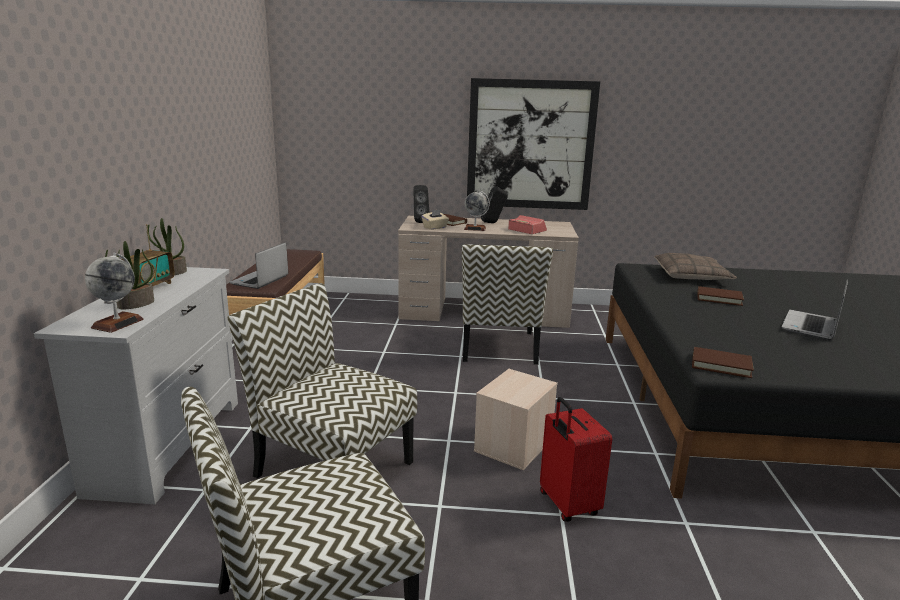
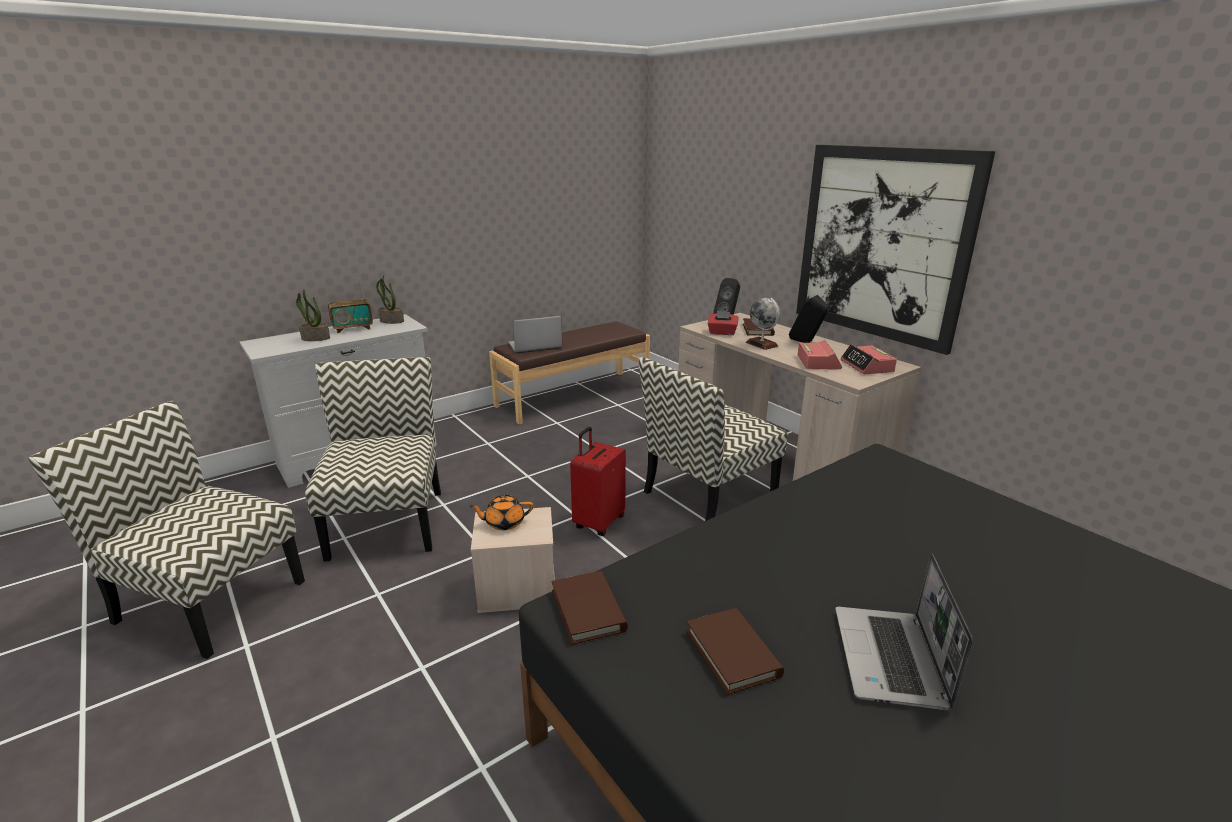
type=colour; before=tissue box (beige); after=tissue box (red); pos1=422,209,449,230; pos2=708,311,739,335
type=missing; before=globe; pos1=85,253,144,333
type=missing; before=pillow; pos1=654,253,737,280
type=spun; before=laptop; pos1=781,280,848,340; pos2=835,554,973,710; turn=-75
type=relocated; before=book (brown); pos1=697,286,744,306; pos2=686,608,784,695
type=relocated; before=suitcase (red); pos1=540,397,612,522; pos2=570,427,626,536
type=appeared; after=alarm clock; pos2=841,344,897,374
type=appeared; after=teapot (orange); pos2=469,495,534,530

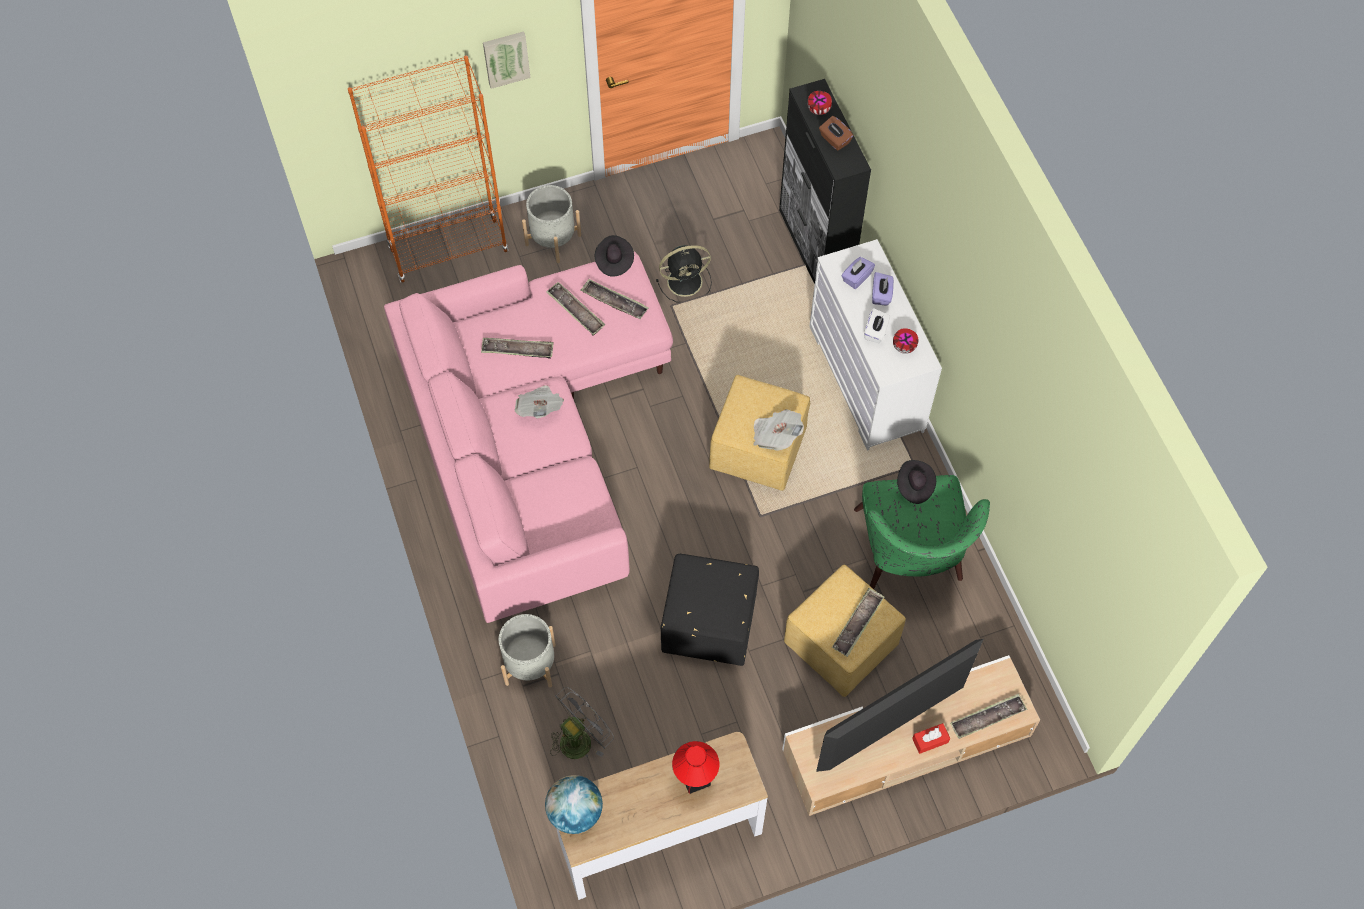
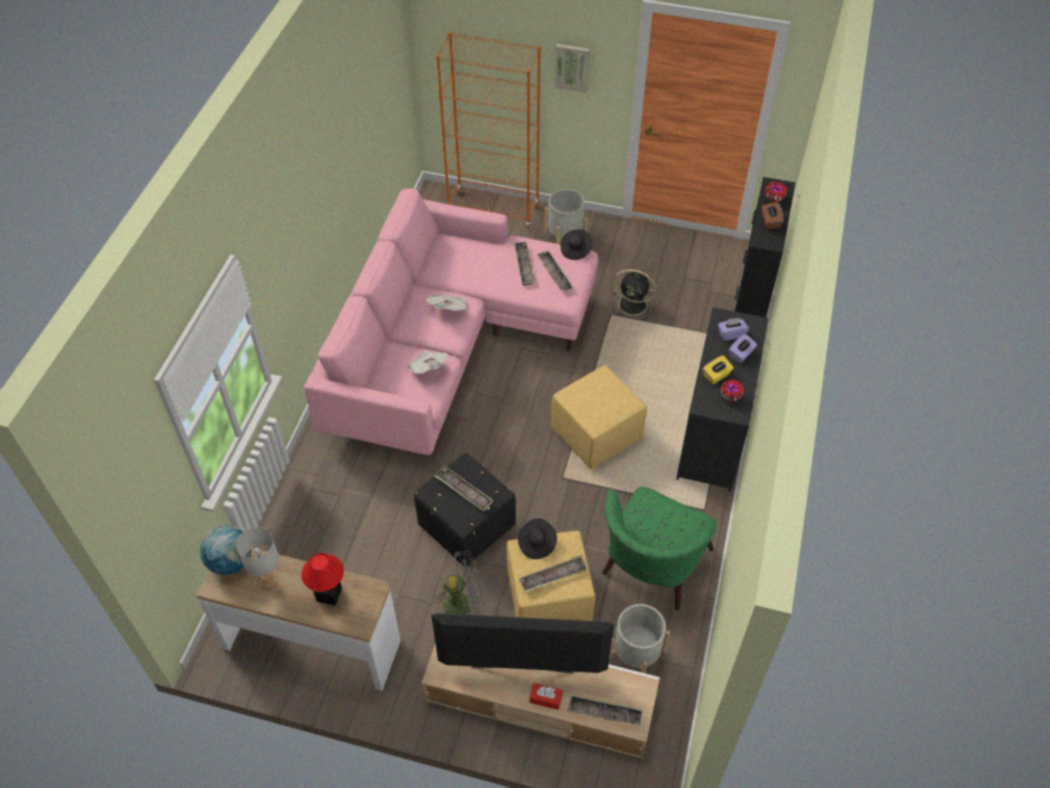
type=colour; before=dresser (white); after=dresser (black); pos1=810,239,942,451; pos2=676,307,769,492
type=colour; before=tissue box (white); after=tissue box (yellow); pos1=864,308,890,343; pos2=703,355,734,384
type=relocated; before=tray; pos1=481,338,554,359; pos2=435,466,494,512
type=relocated; before=newspaper; pos1=753,409,804,451; pos2=407,351,449,374
type=relocated; before=hat (black); pos1=897,460,936,504; pos2=518,518,557,559
type=relocated; before=planter (grey); pos1=499,614,556,687; pos2=609,604,670,673
type=relocated; before=fan (grey); pos1=550,687,614,759; pos2=434,551,482,615
type=appeared; after=table lamp (grey); pos2=236,527,279,588

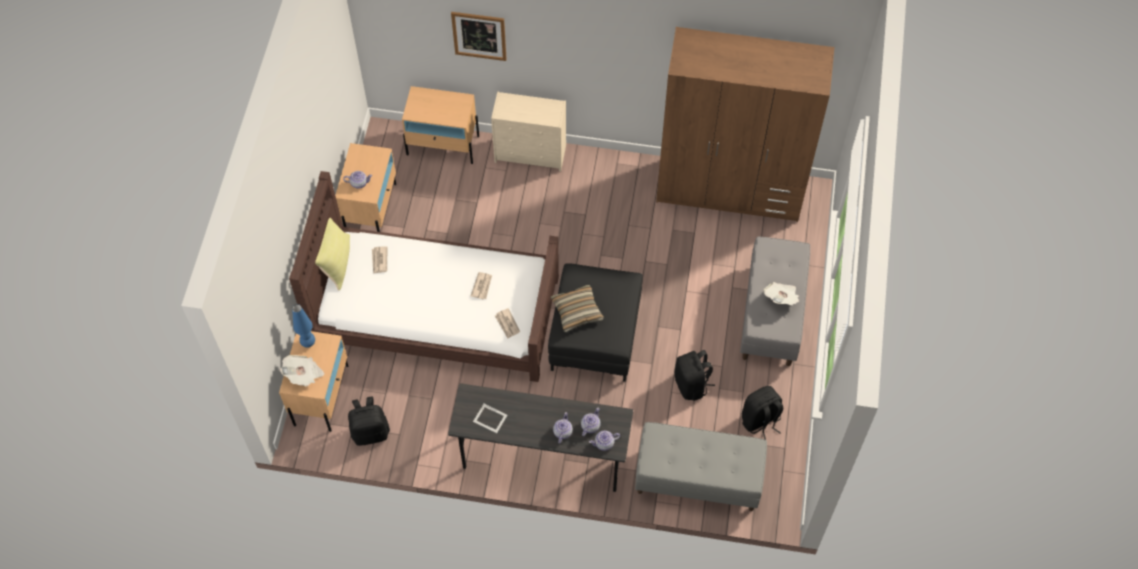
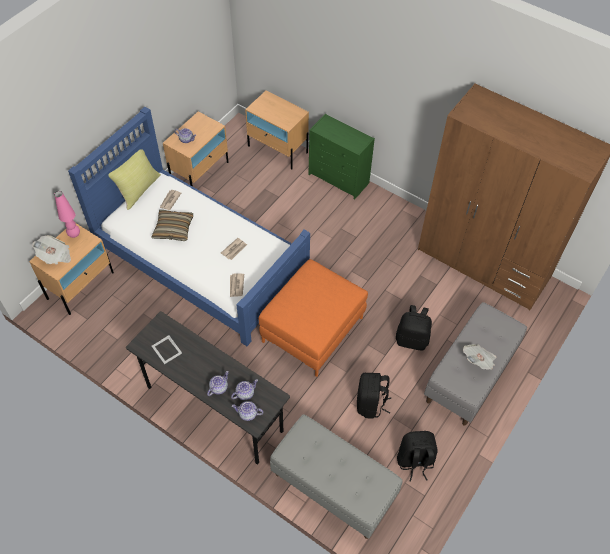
type=missing; before=picture; pos1=451,12,507,61
type=colour; before=dresser (beige); after=dresser (green); pos1=491,92,566,172; pos2=308,114,375,200
type=colour; before=bed (brown); after=bed (blue); pos1=289,171,559,382; pos2=68,107,310,346
type=colour; before=ottoman (black); after=ottoman (orange); pos1=548,263,643,382; pos2=259,259,368,377
type=relocated; before=pillow; pos1=551,285,604,332; pos2=151,210,193,241
type=colour; before=table lamp (blue); after=table lamp (pink); pos1=292,304,315,348; pos2=54,191,80,238
type=relocated; before=backpack (black); pos1=348,396,390,446; pos2=396,305,432,351

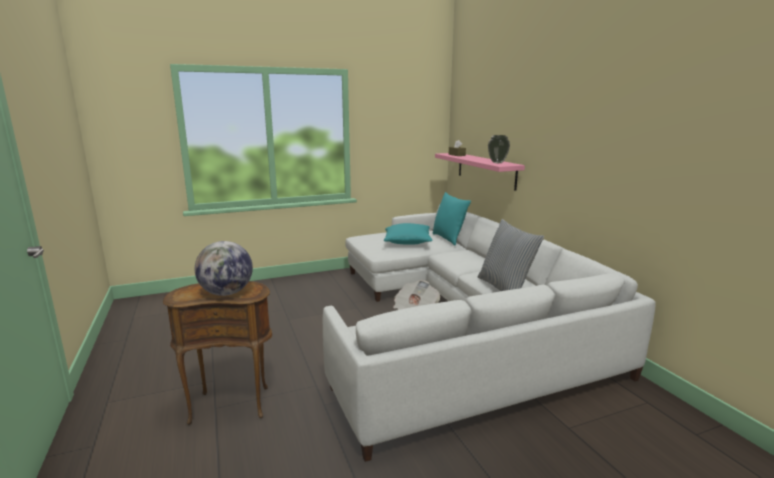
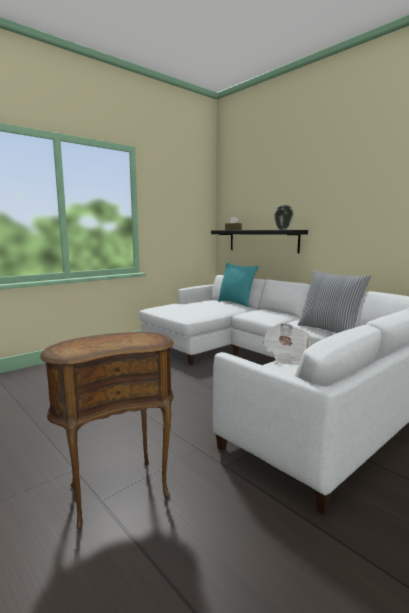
type=colour; before=shelf (pink); after=shelf (black); pos1=435,153,525,191; pos2=211,230,308,253
type=missing; before=pillow (turquoise); pos1=384,223,433,245
type=missing; before=globe; pos1=195,241,253,296

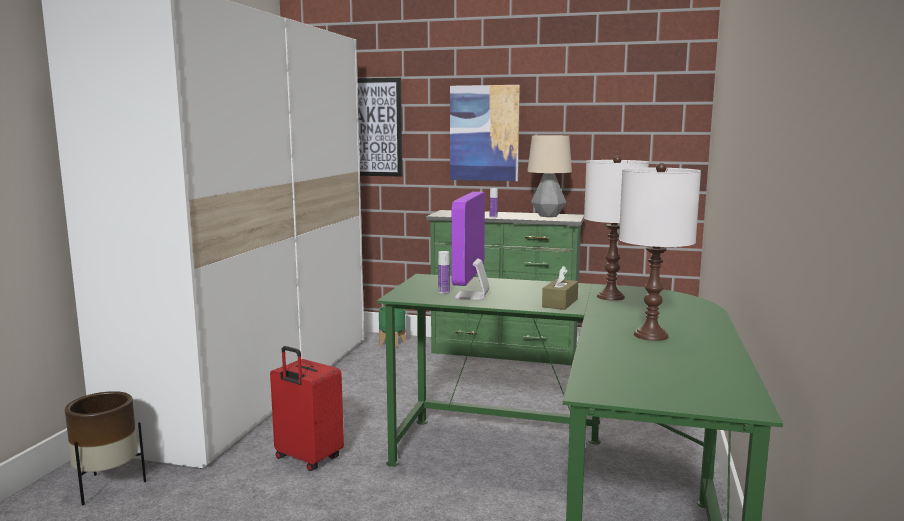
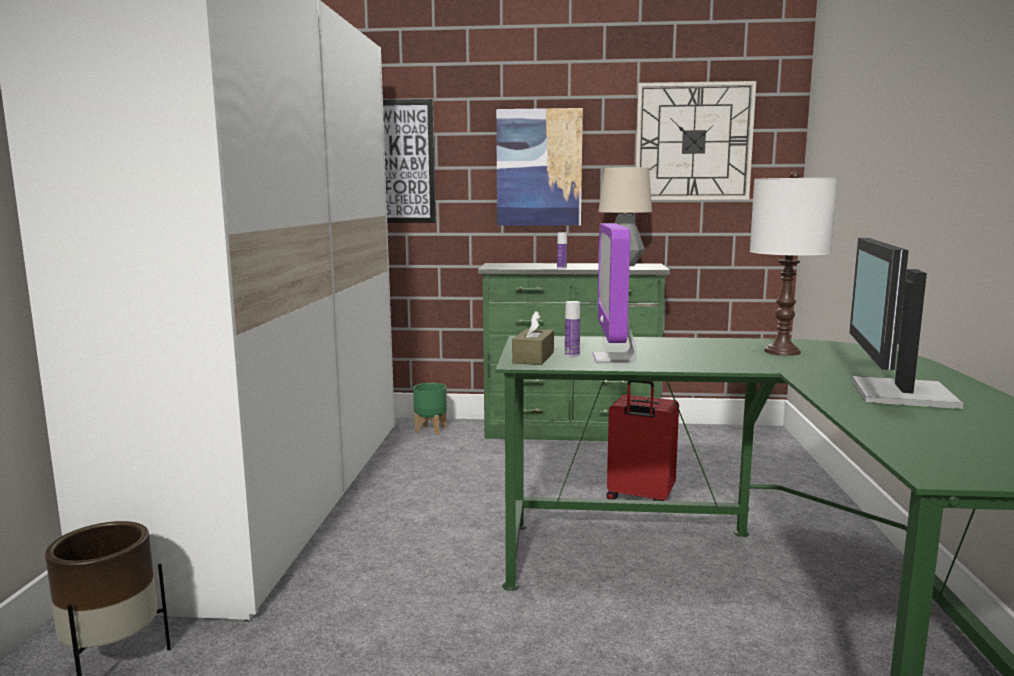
type=exchanged; before=table lamp (white); after=monitor; pos1=619,163,701,341; pos2=849,238,963,409
type=relocated; before=tissue box (brown); pos1=542,266,578,310; pos2=512,311,554,365
type=relocated; before=suitcase (red); pos1=270,346,344,471; pos2=606,381,679,501
type=appeared; after=wall clock; pos2=635,81,756,200

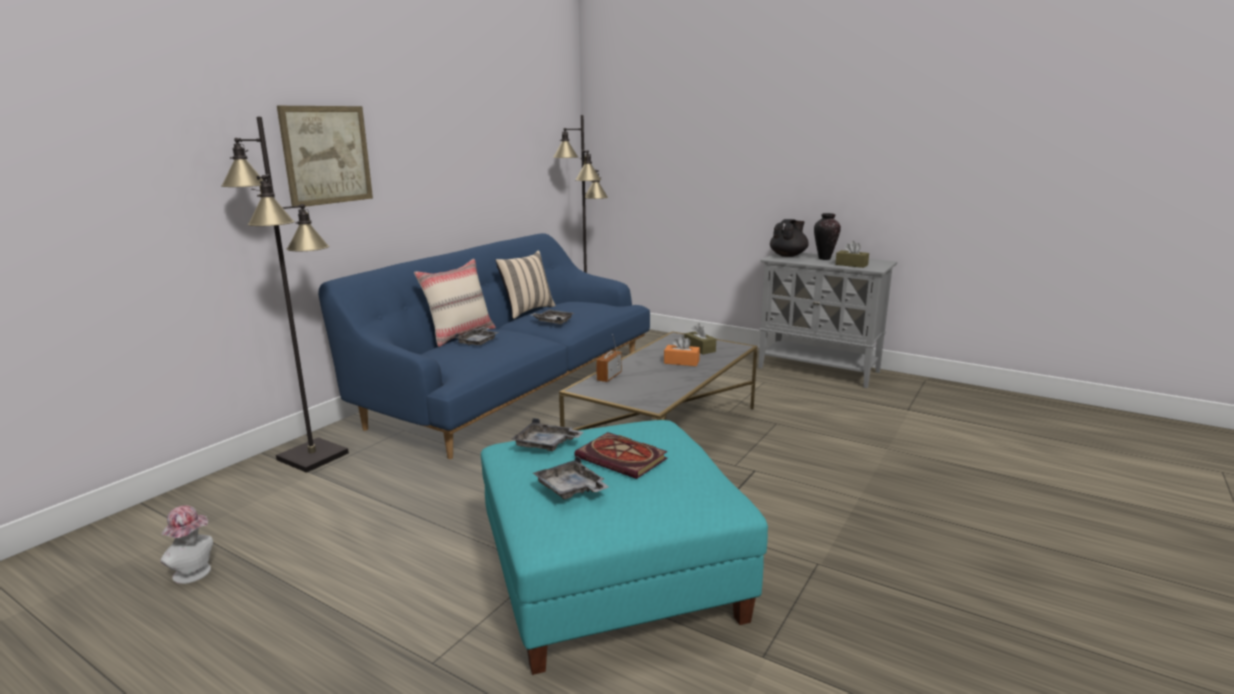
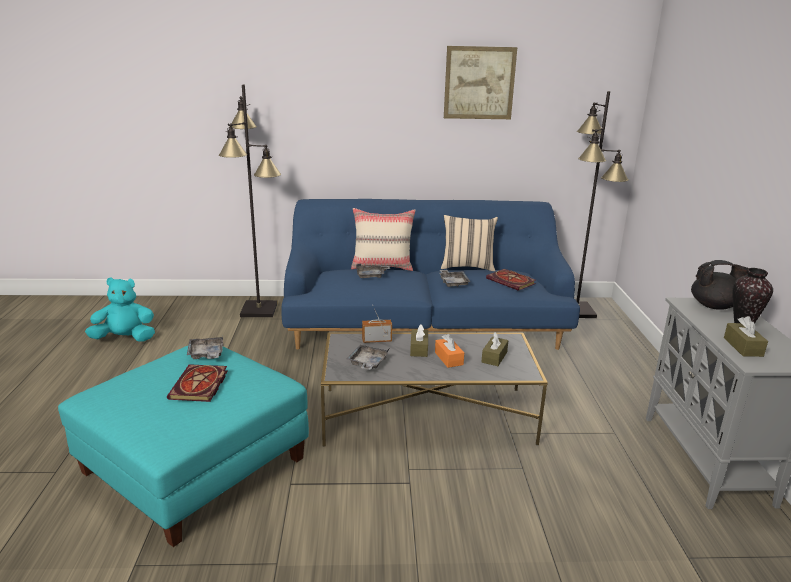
type=relocated; before=picture; pos1=277,106,373,208; pos2=444,46,517,119
type=relocated; before=tray (grey); pos1=533,456,609,499; pos2=347,345,389,370
type=exchanged; before=hat; after=plush toy (turquoise); pos1=160,506,213,584; pos2=85,277,155,341
type=appeared; after=book; pos2=486,269,536,291
type=appeared; after=tissue box (brown); pos2=410,324,428,357

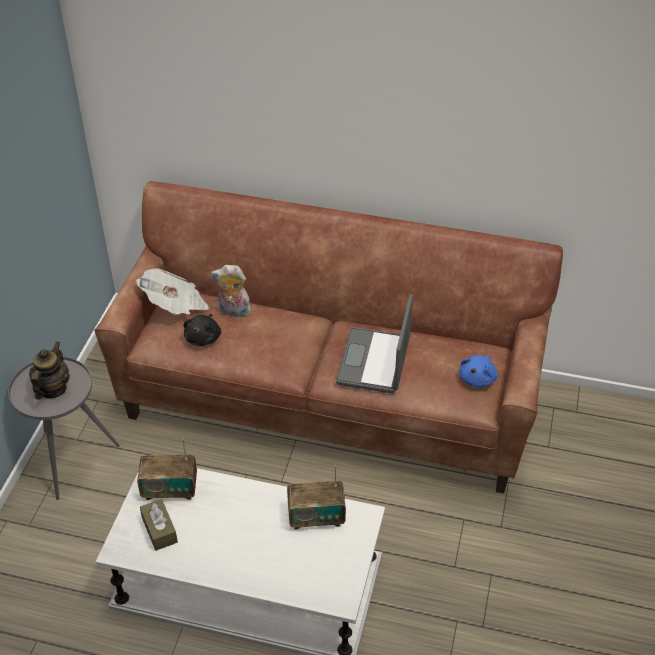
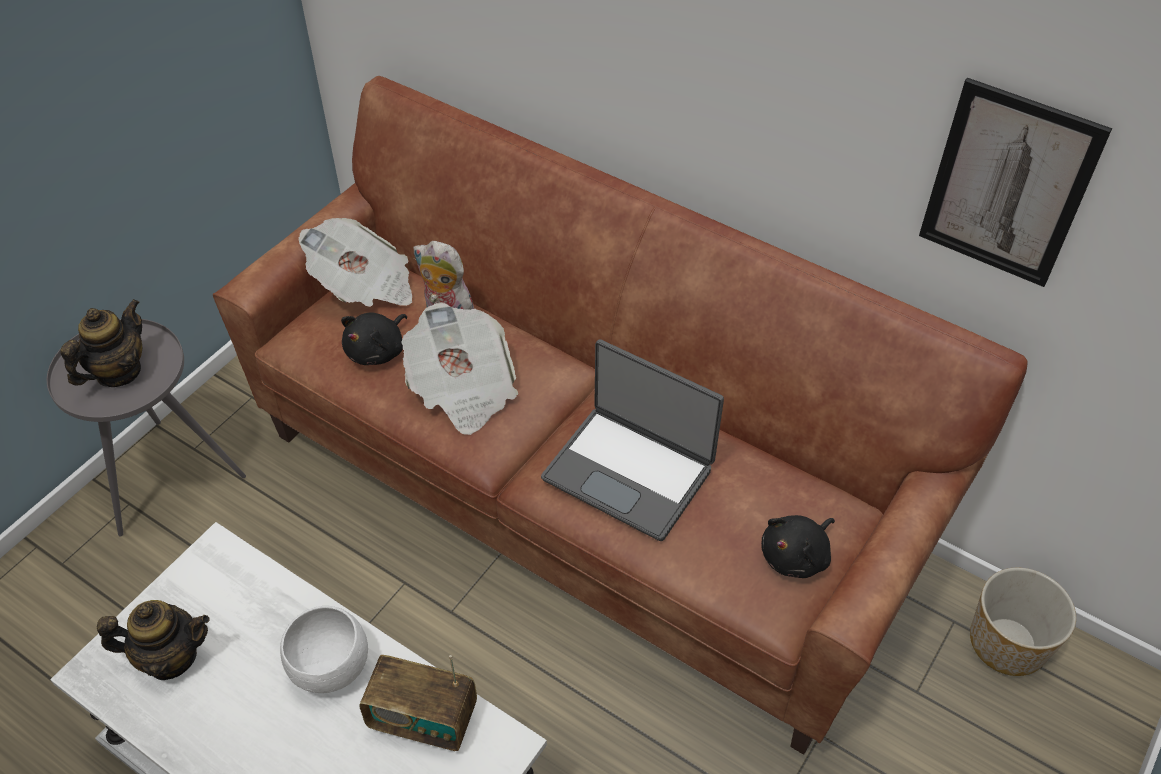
type=spun; before=laptop; pos1=336,294,413,393; pos2=541,339,724,541; turn=-90
type=colour; before=plush toy (blue); after=plush toy (black); pos1=459,355,498,388; pos2=761,515,835,578
type=missing; before=radio; pos1=137,439,197,500
type=exchanged; before=tissue box (brown); after=teapot; pos1=140,499,178,551; pos2=97,600,209,680
type=appeared; after=picture; pos2=919,78,1112,287
type=appeared; after=newspaper; pos2=402,302,518,435
type=appeared; after=planter; pos2=970,568,1076,676
type=appeared; after=bowl (white); pos2=280,606,368,693

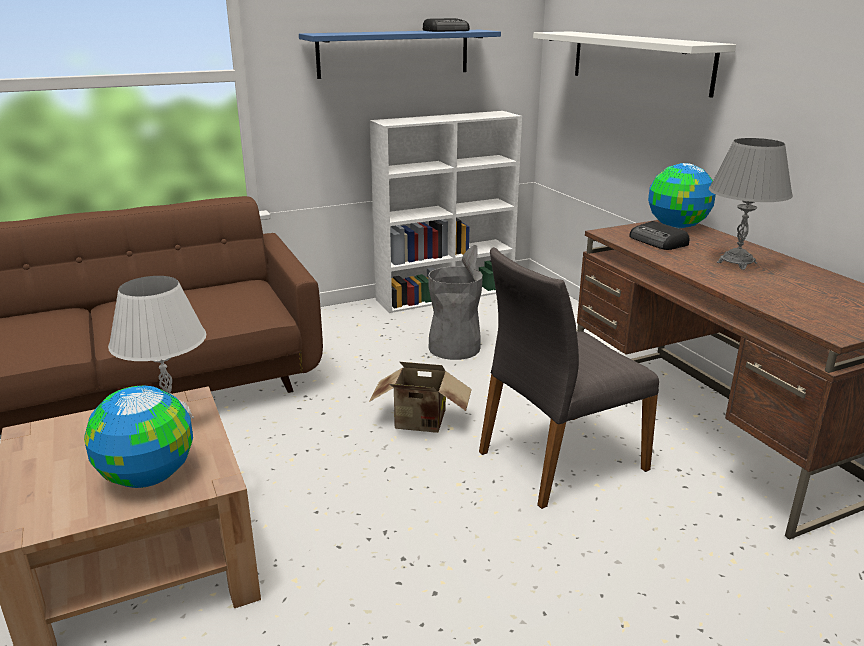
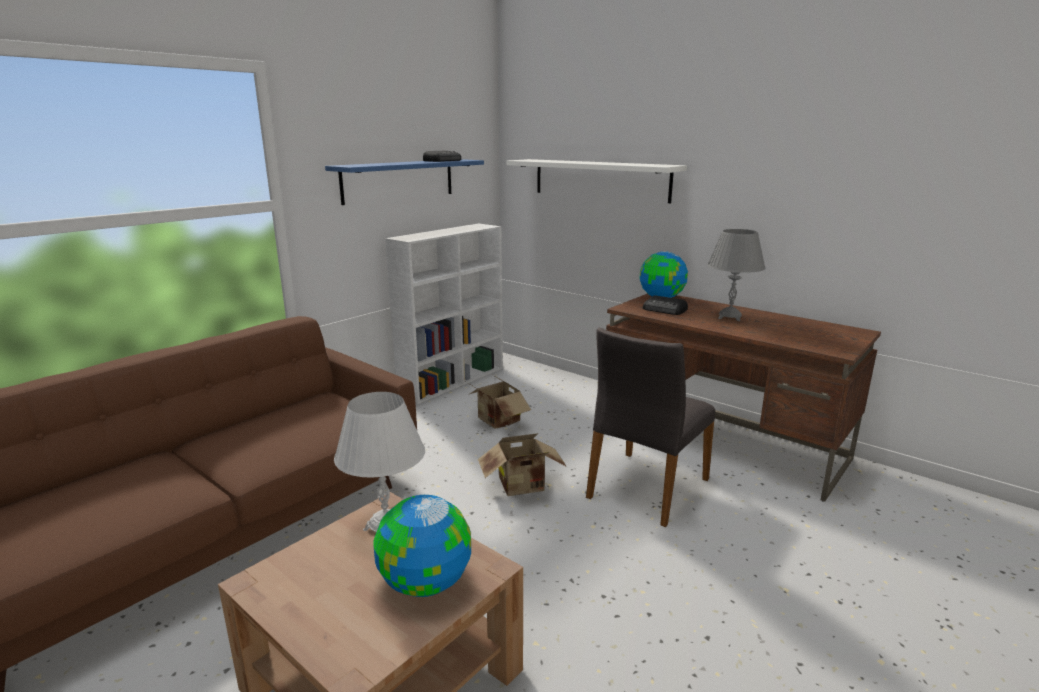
type=exchanged; before=trash can (grey); after=cardboard box; pos1=428,245,483,360; pos2=466,375,531,429

